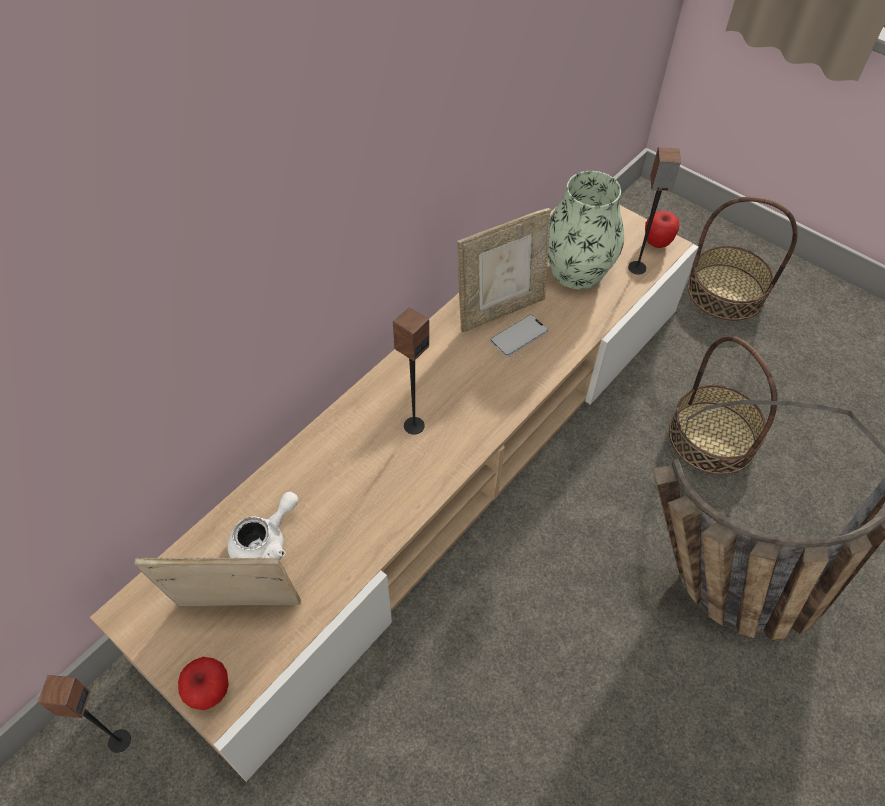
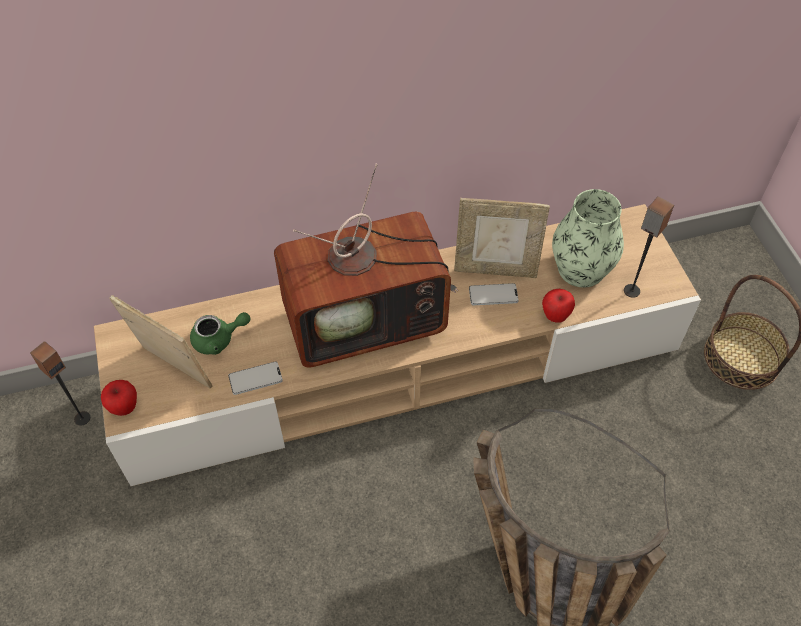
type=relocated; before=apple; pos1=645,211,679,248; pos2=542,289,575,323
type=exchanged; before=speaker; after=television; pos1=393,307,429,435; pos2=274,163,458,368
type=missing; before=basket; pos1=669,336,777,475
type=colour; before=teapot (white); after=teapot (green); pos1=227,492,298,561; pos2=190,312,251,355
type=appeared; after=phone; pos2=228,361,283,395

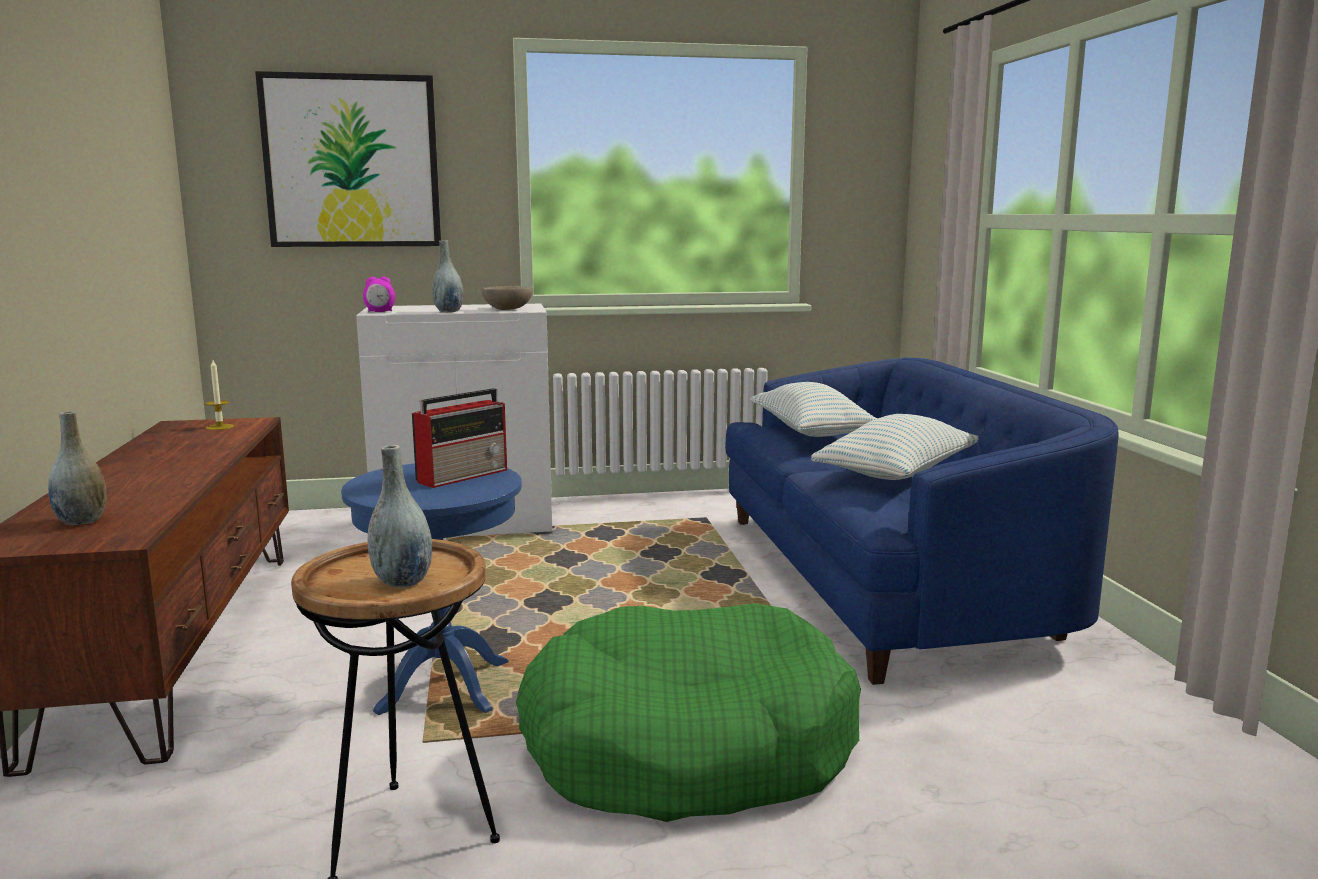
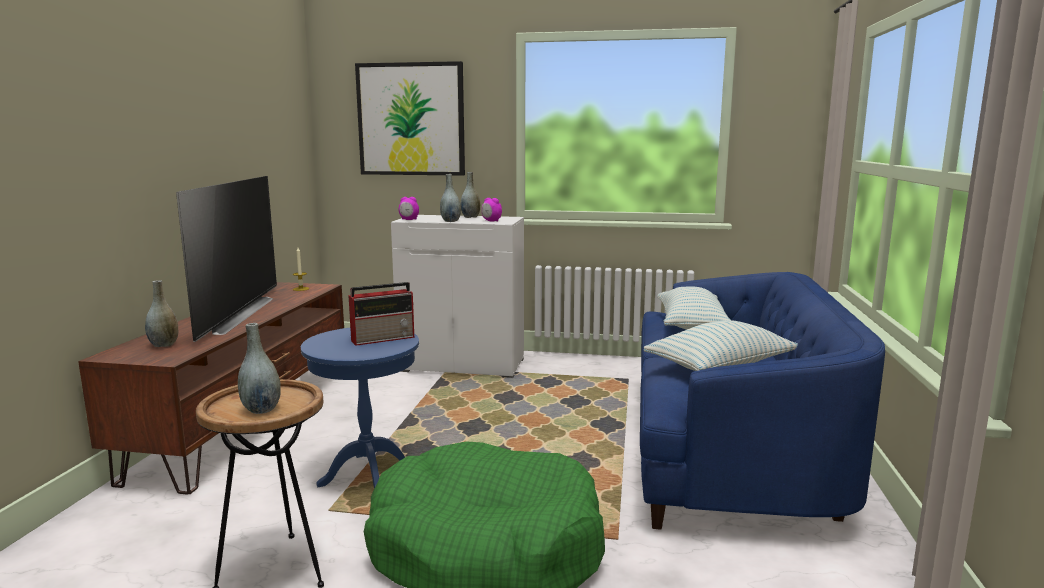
type=exchanged; before=bowl (beige); after=alarm clock; pos1=481,286,533,310; pos2=481,198,502,222
type=appeared; after=vase (grey); pos2=461,172,480,218
type=appeared; after=television; pos2=176,176,277,342

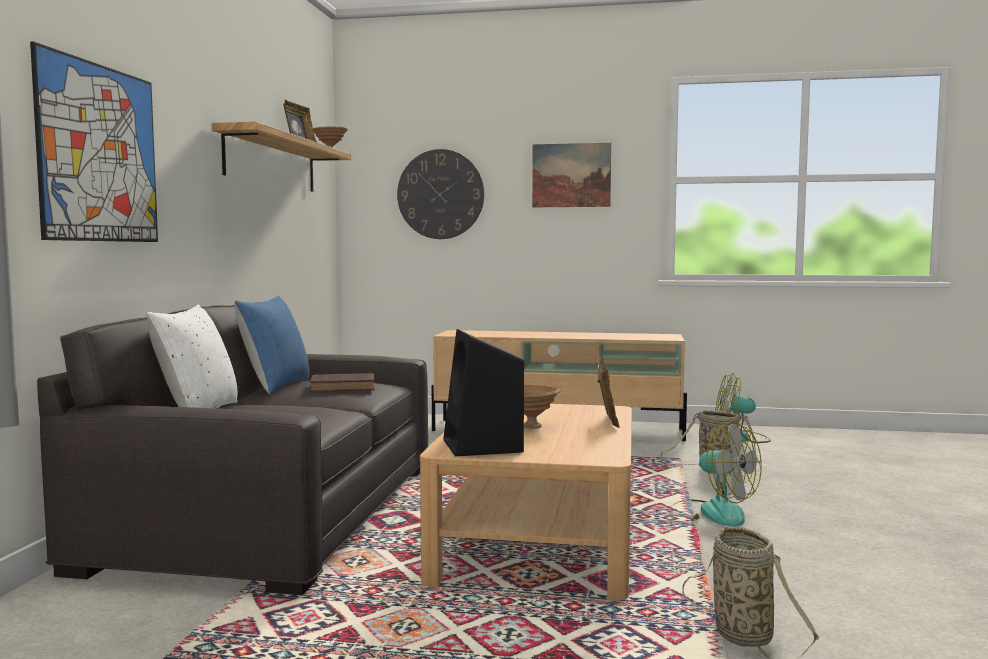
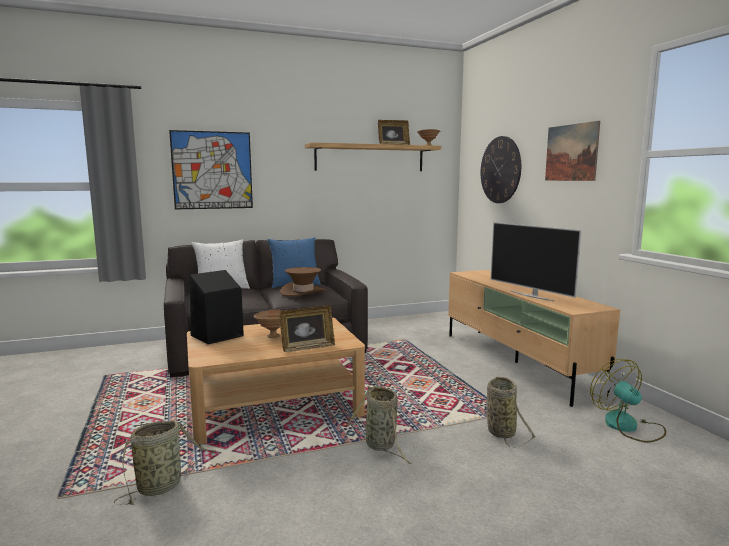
type=exchanged; before=book (brown); after=hat (brown); pos1=310,373,375,392; pos2=280,267,327,297
type=exchanged; before=fan; after=basket; pos1=672,421,762,527; pos2=347,385,412,464
type=appeared; after=television; pos2=491,222,582,301

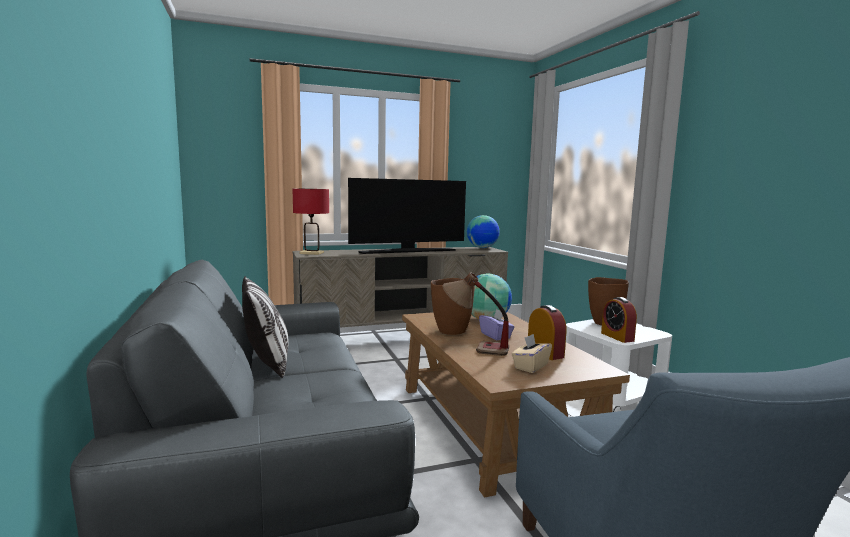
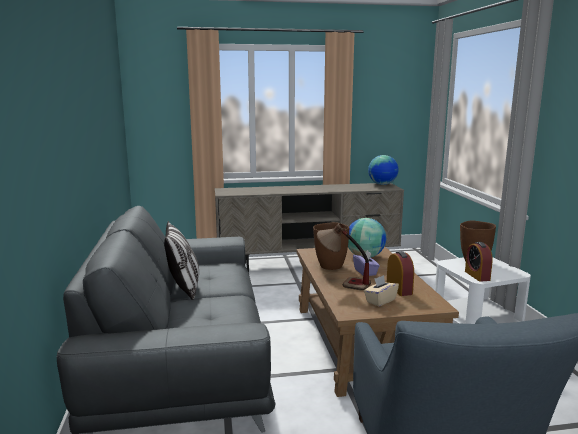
type=missing; before=television; pos1=348,178,466,254
type=missing; before=table lamp (red); pos1=293,189,329,255

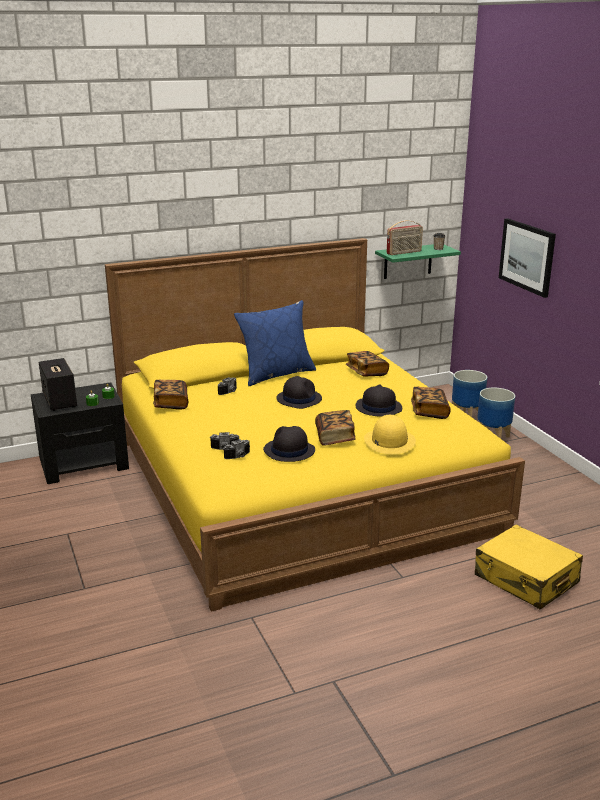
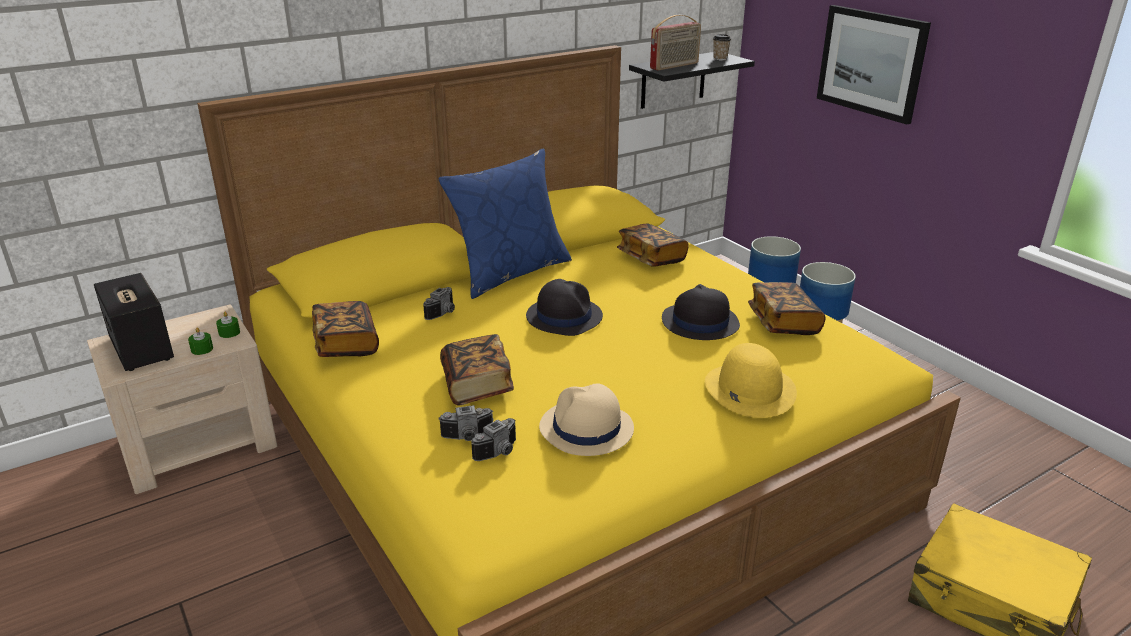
type=colour; before=shelf (green); after=shelf (black); pos1=375,244,461,279; pos2=629,52,755,109
type=colour; before=nightstand (black); after=nightstand (beige); pos1=31,382,129,484; pos2=87,304,277,494
type=relocated; before=book; pos1=315,410,355,446; pos2=440,334,514,405
type=colour; before=hat (black); after=hat (beige); pos1=263,426,315,462; pos2=539,383,634,456

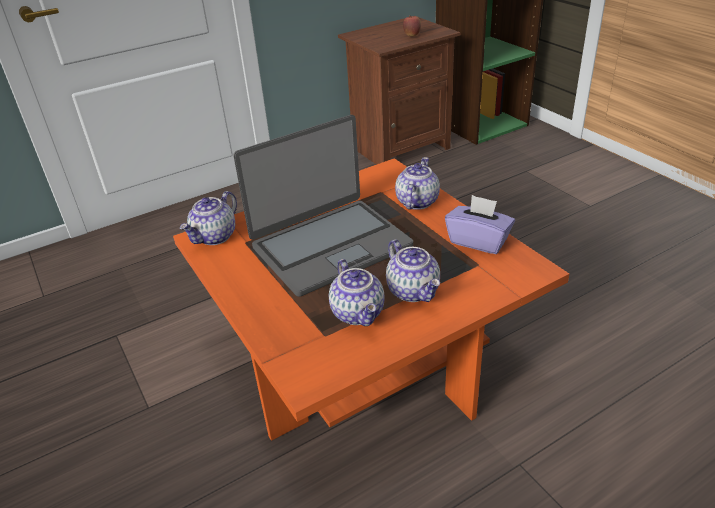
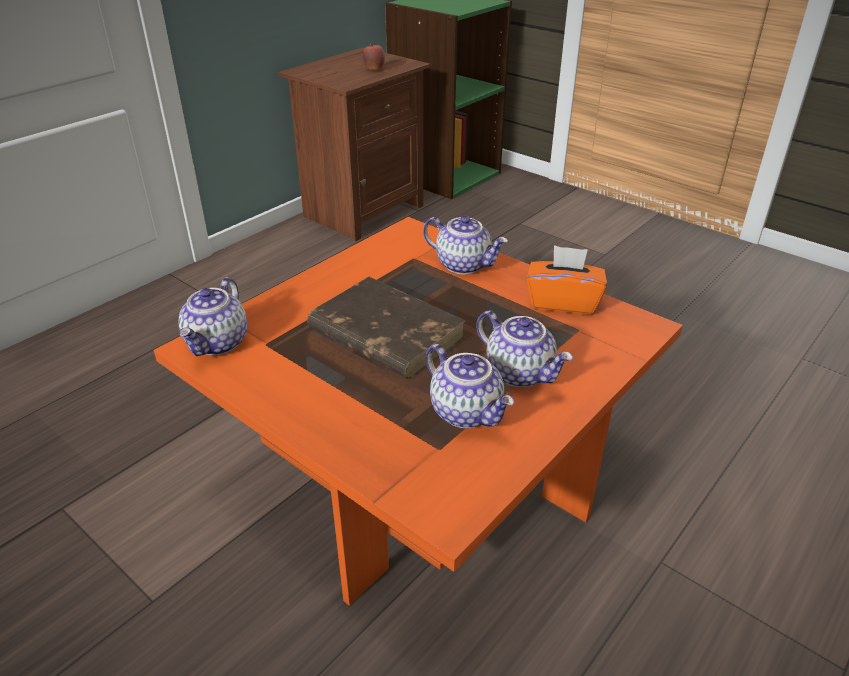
type=exchanged; before=laptop; after=book (brown); pos1=234,115,413,297; pos2=307,277,466,379
type=spun; before=teapot; pos1=395,157,440,210; pos2=423,216,508,274; turn=120
type=colour; before=tissue box (purple); after=tissue box (orange); pos1=445,195,515,254; pos2=527,245,607,314

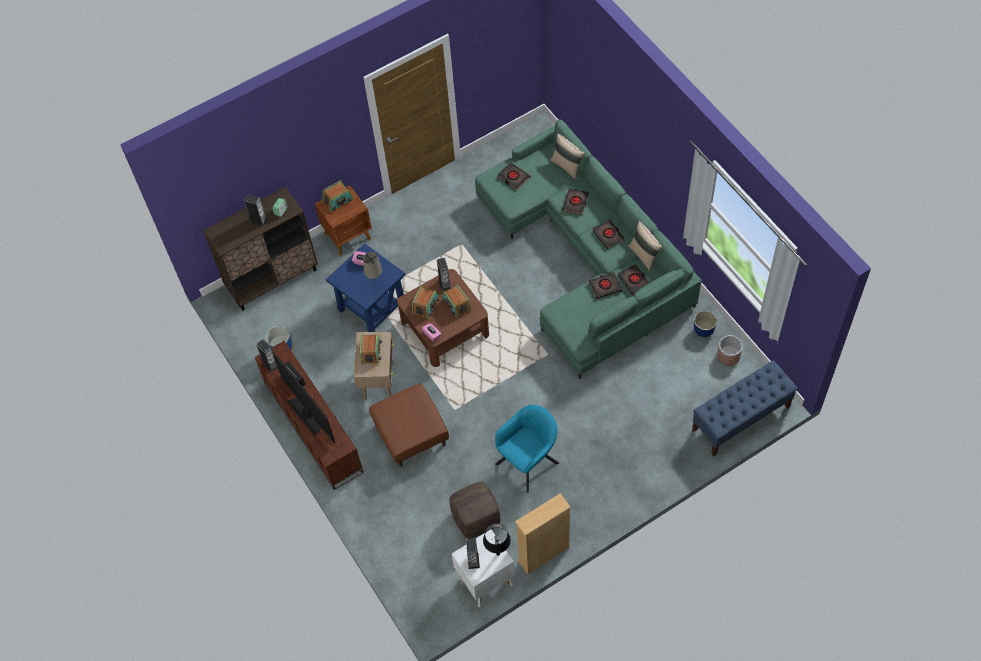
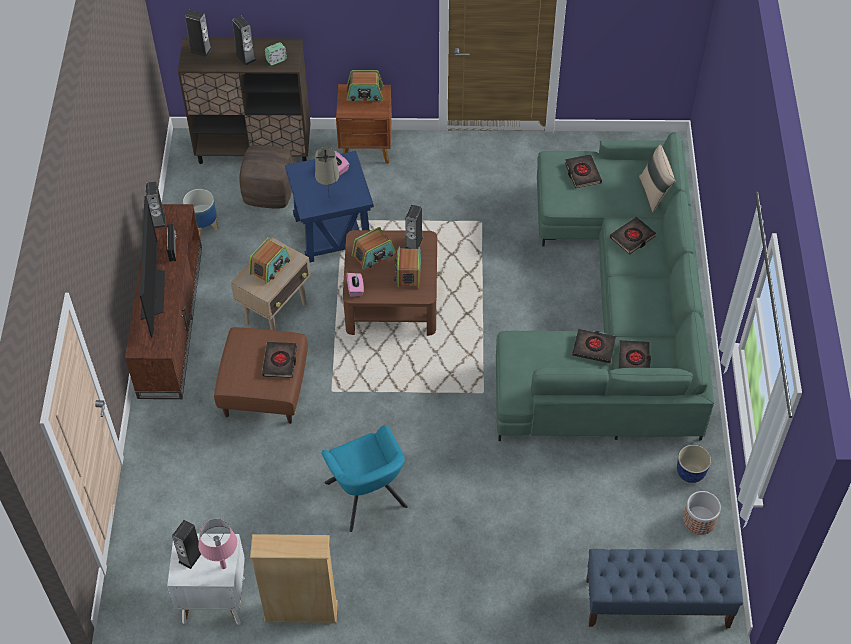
type=relocated; before=book (black); pos1=592,220,624,249; pos2=262,342,297,378
type=missing; before=pillow (beige); pos1=628,221,663,271
type=spun; before=armchair (turquoise); pos1=495,405,559,493; pos2=322,425,408,532; turn=75
type=relocated; before=ottoman (brown); pos1=450,482,500,539; pos2=239,145,294,208
type=colour; before=table lamp (black); after=table lamp (pink); pos1=483,524,511,556; pos2=198,519,237,569
type=appeared; after=speaker; pos2=185,10,212,57

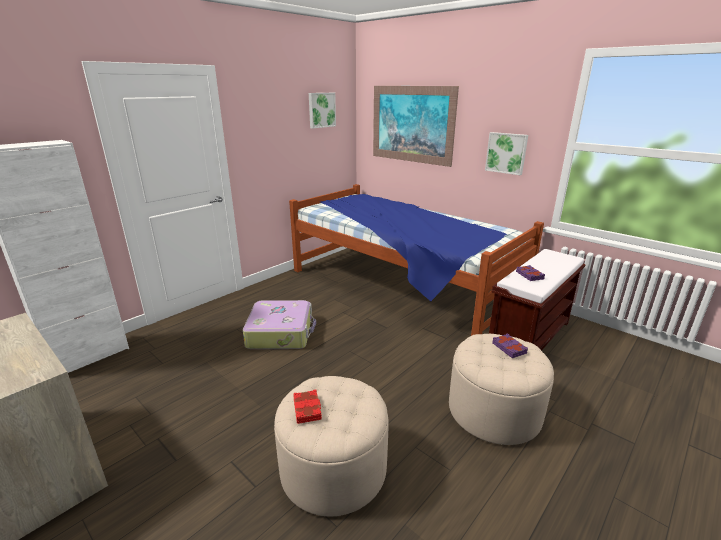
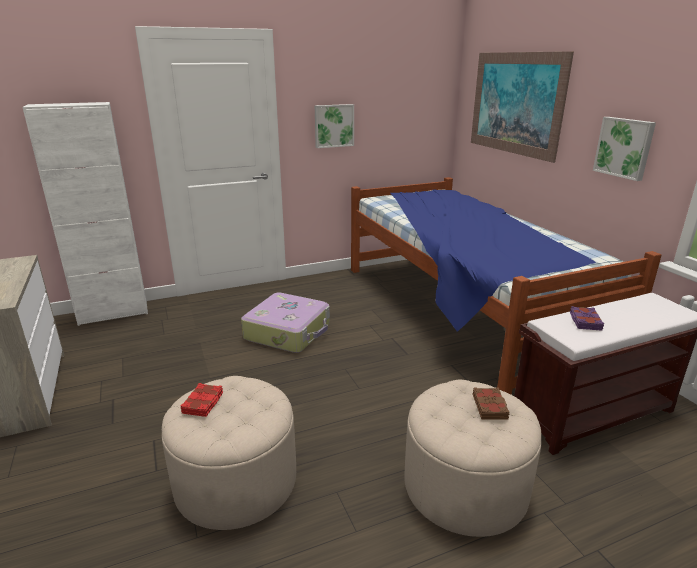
type=relocated; before=picture; pos1=309,93,336,128; pos2=315,104,354,148
type=colour; before=book (purple); after=book (brown); pos1=492,333,528,358; pos2=473,387,510,420

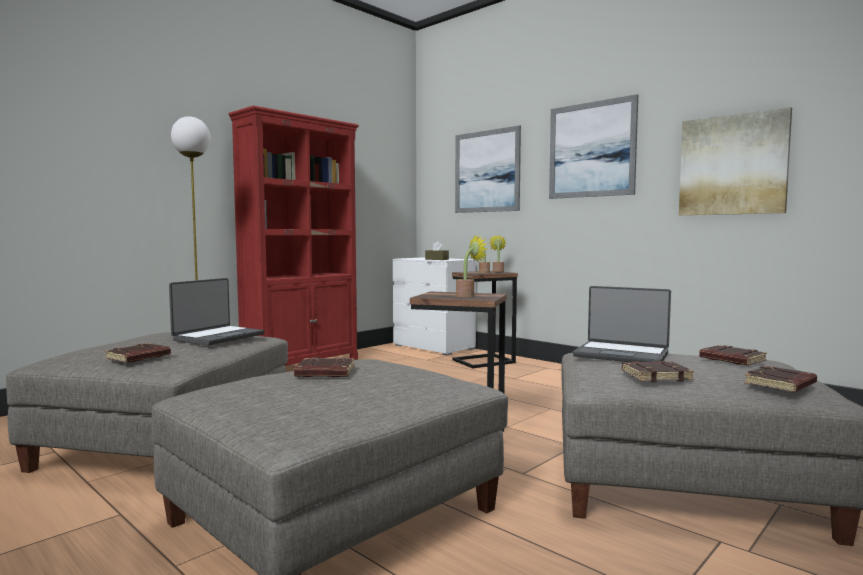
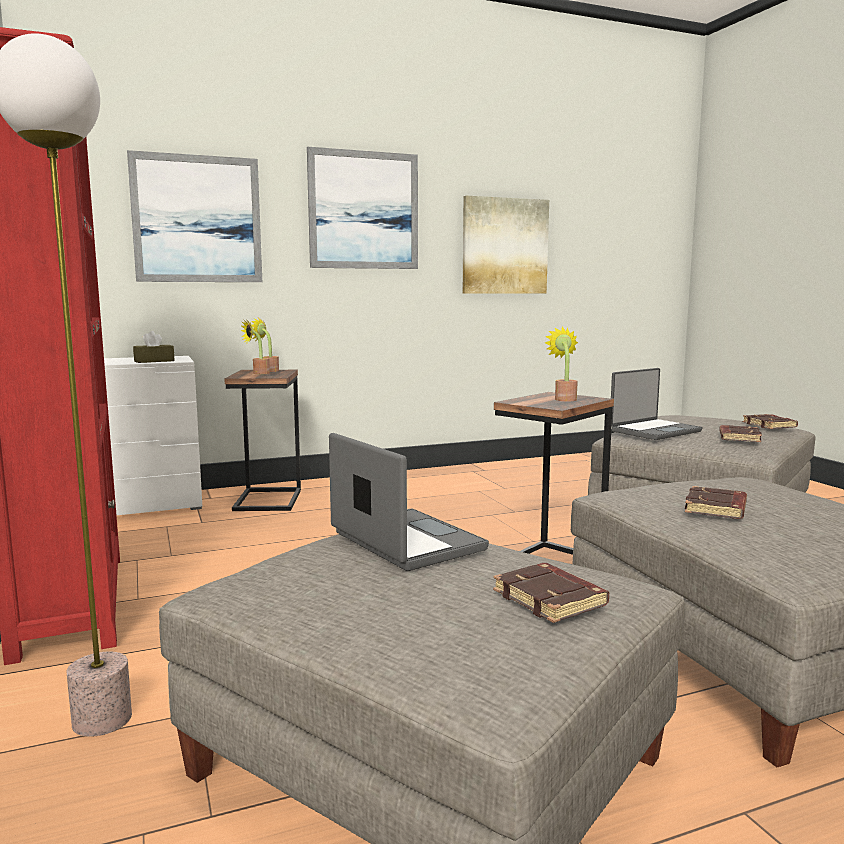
type=missing; before=book (brown); pos1=699,345,767,366

